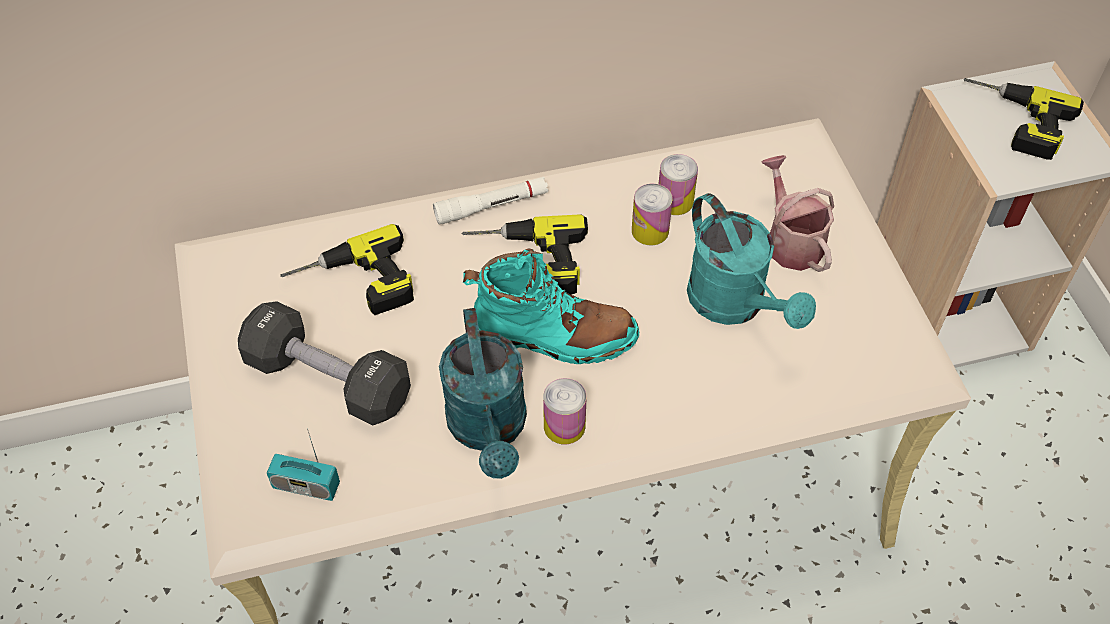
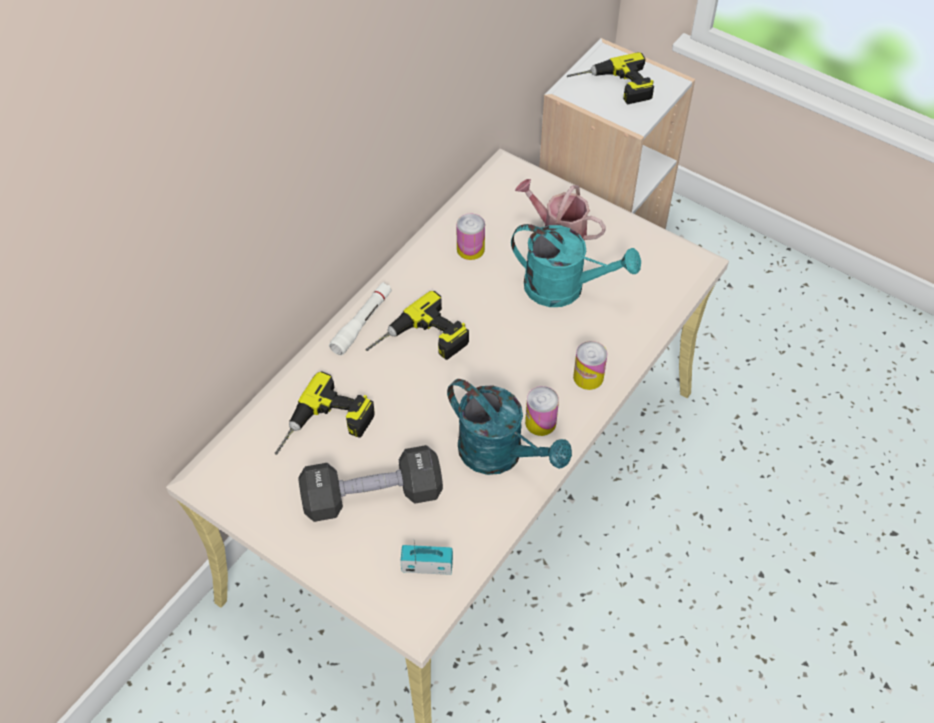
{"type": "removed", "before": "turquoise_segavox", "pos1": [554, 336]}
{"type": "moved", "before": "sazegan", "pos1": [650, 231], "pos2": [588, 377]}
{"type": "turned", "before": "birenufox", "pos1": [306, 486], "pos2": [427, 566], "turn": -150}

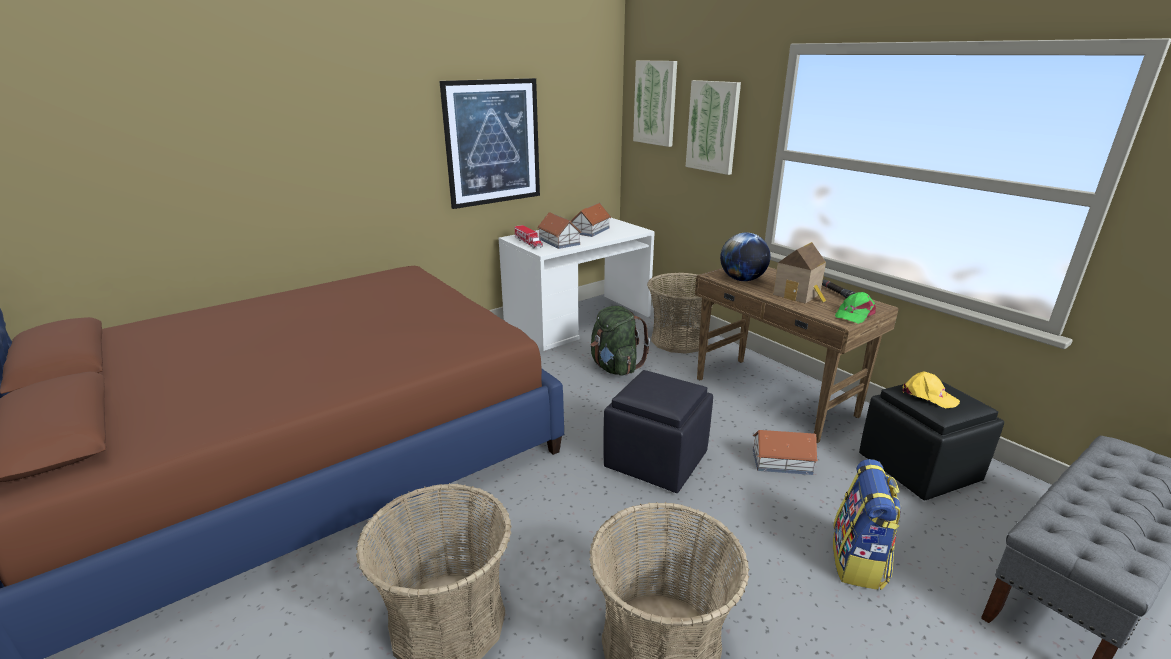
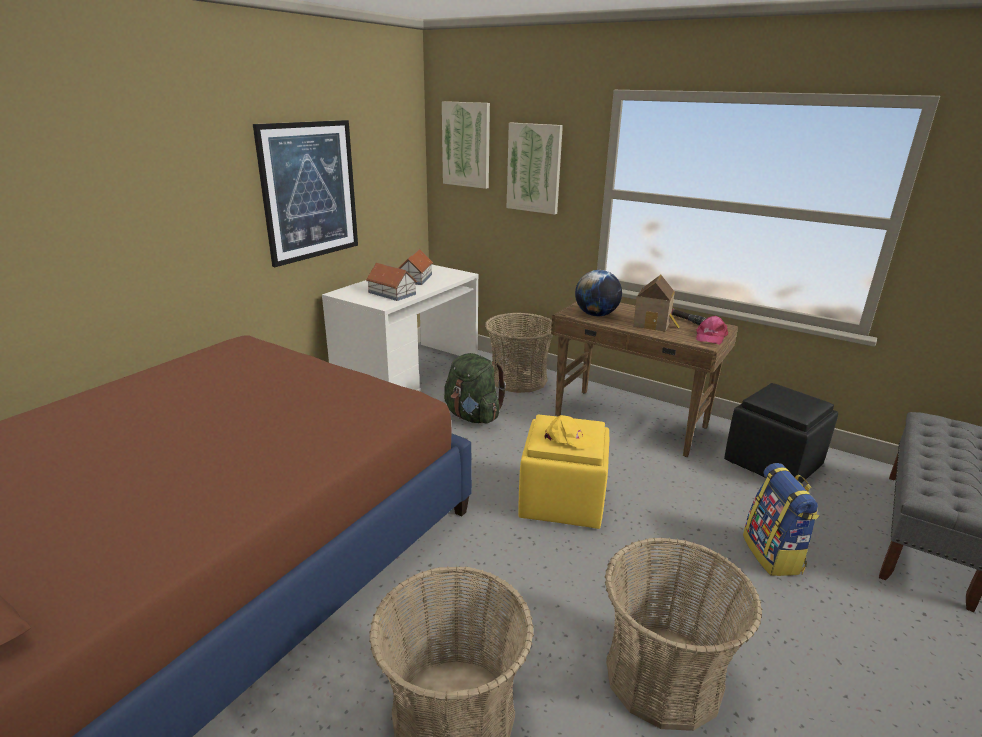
{"type": "removed", "before": "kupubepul", "pos1": [528, 243]}
{"type": "removed", "before": "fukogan", "pos1": [782, 462]}
{"type": "moved", "before": "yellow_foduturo", "pos1": [928, 396], "pos2": [568, 438]}
{"type": "recoloured", "before": "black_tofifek", "after": "yellow_tofifek", "pos1": [657, 460], "pos2": [563, 500]}
{"type": "recoloured", "before": "green_foduturo", "after": "pink_foduturo", "pos1": [854, 314], "pos2": [710, 336]}

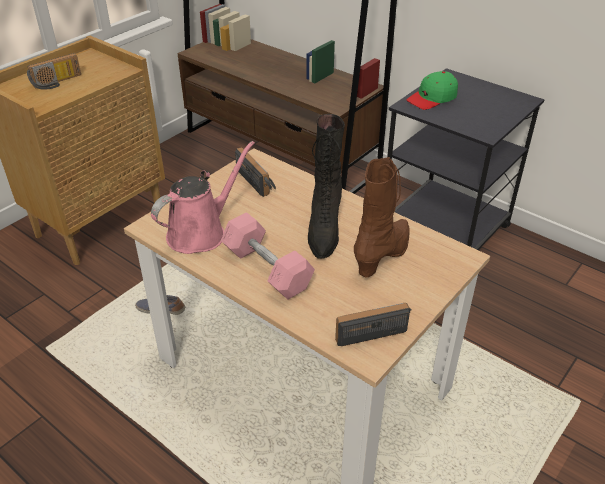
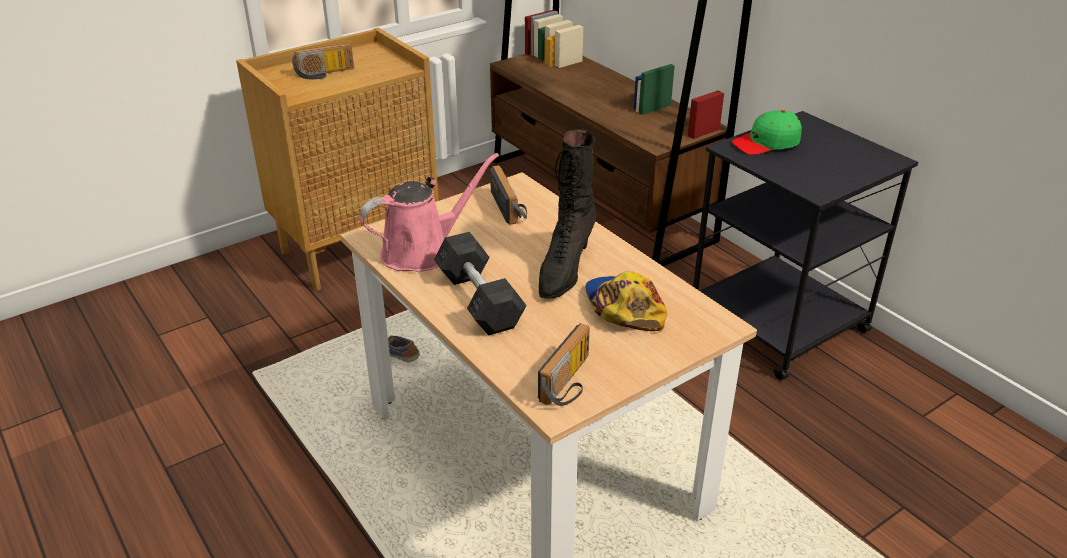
{"type": "replaced", "before": "brown_segavox", "after": "foduturo", "pos1": [384, 255], "pos2": [623, 307]}
{"type": "recoloured", "before": "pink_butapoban", "after": "grey_butapoban", "pos1": [267, 269], "pos2": [479, 300]}
{"type": "turned", "before": "birenufox", "pos1": [371, 330], "pos2": [570, 383], "turn": 120}

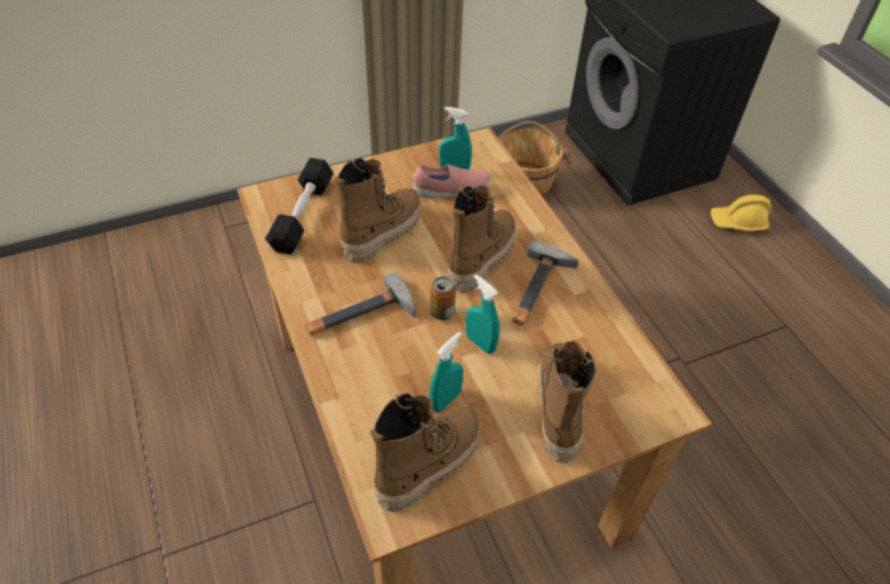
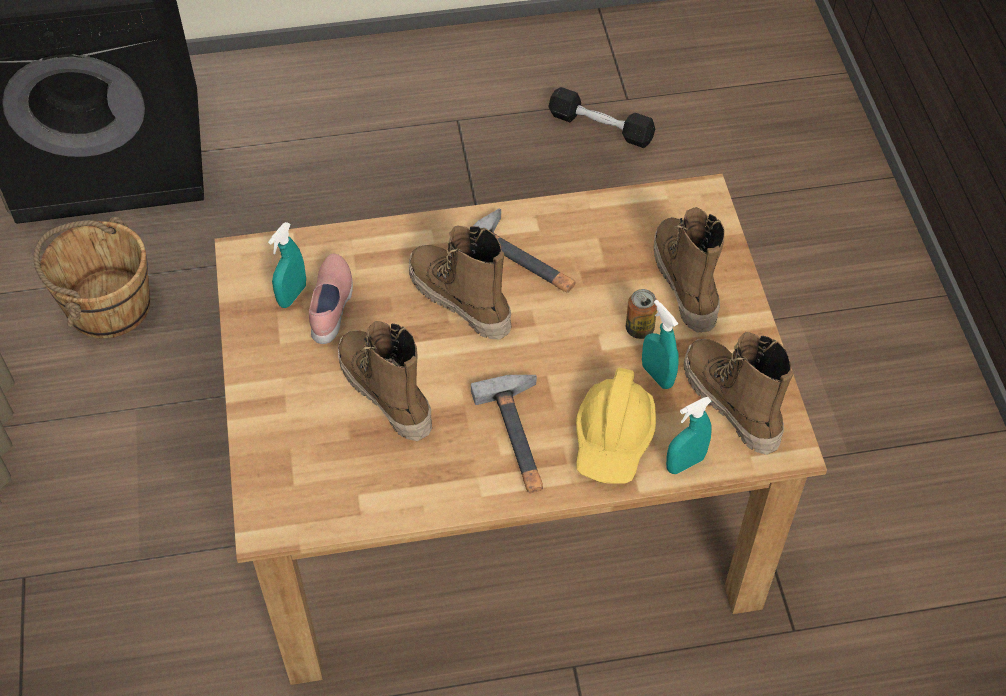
{"type": "moved", "before": "black_butapoban", "pos1": [302, 215], "pos2": [601, 127]}
{"type": "moved", "before": "sazegan", "pos1": [442, 312], "pos2": [639, 329]}
{"type": "moved", "before": "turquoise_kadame", "pos1": [480, 343], "pos2": [685, 463]}
{"type": "moved", "before": "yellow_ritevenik", "pos1": [738, 222], "pos2": [613, 438]}
{"type": "turned", "before": "segavox", "pos1": [558, 408], "pos2": [684, 283], "turn": 60}

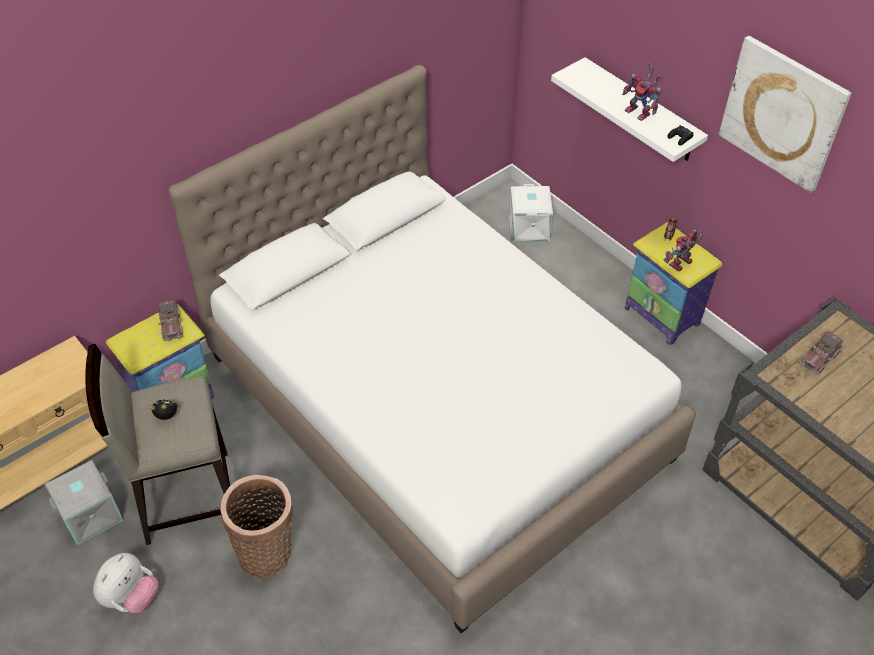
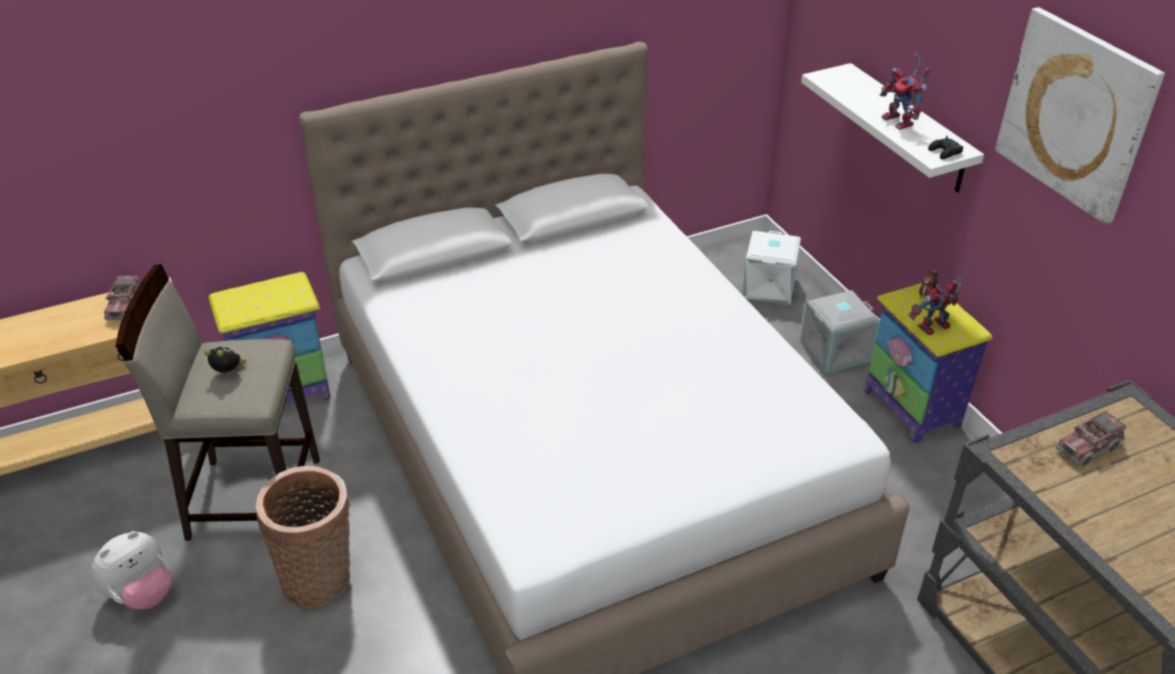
{"type": "moved", "before": "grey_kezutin", "pos1": [91, 513], "pos2": [835, 350]}
{"type": "moved", "before": "kupubepul", "pos1": [171, 325], "pos2": [126, 306]}

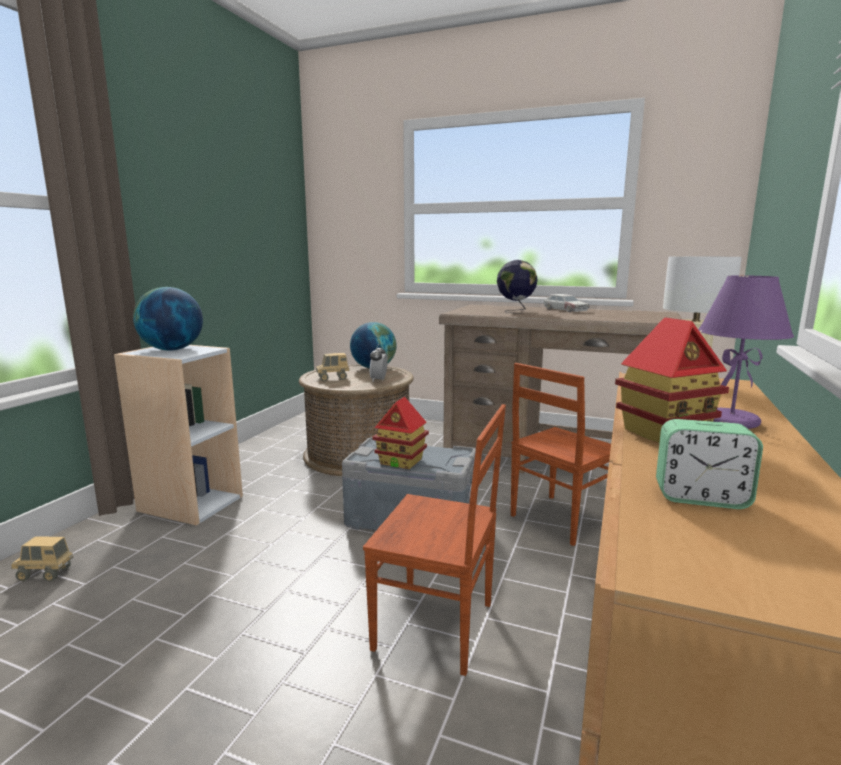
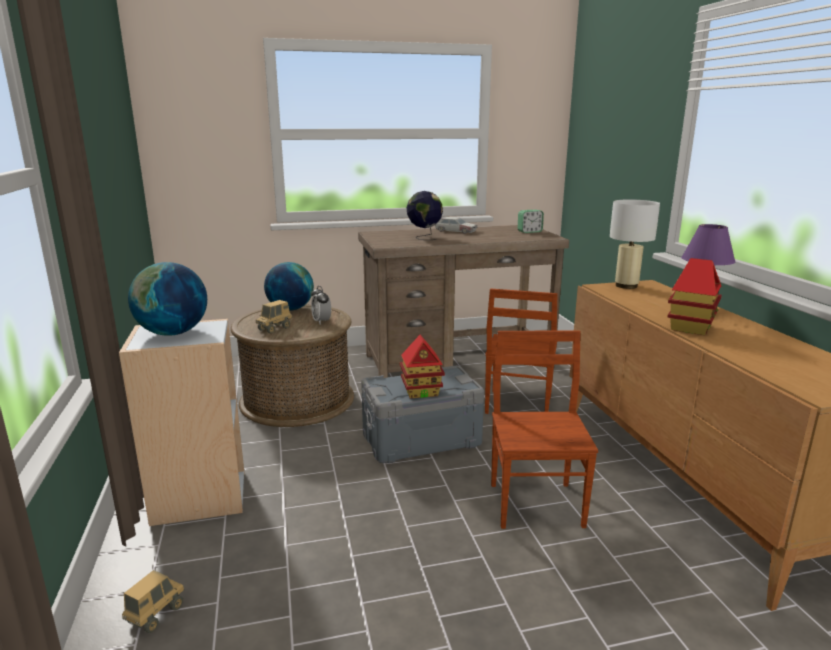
{"type": "moved", "before": "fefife", "pos1": [701, 498], "pos2": [529, 231]}
{"type": "turned", "before": "kupubepul", "pos1": [45, 574], "pos2": [156, 615], "turn": 150}
{"type": "turned", "before": "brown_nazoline", "pos1": [435, 627], "pos2": [537, 504], "turn": -75}

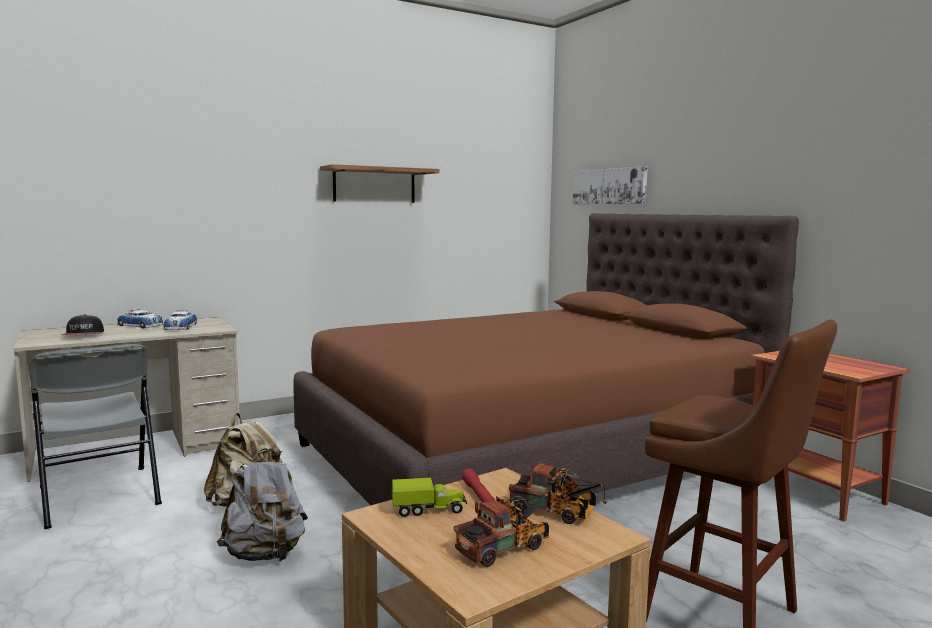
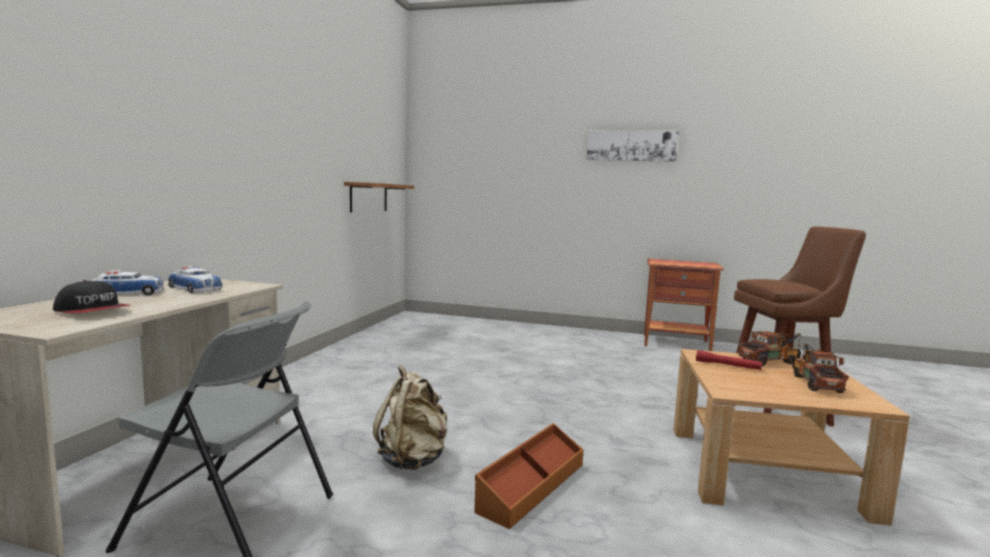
{"type": "removed", "before": "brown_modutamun", "pos1": [532, 453]}
{"type": "removed", "before": "kupubepul", "pos1": [429, 510]}
{"type": "moved", "before": "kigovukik", "pos1": [374, 185], "pos2": [369, 197]}
{"type": "moved", "before": "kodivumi", "pos1": [609, 186], "pos2": [631, 145]}
{"type": "replaced", "before": "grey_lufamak", "after": "brown_kezutin", "pos1": [265, 555], "pos2": [531, 486]}

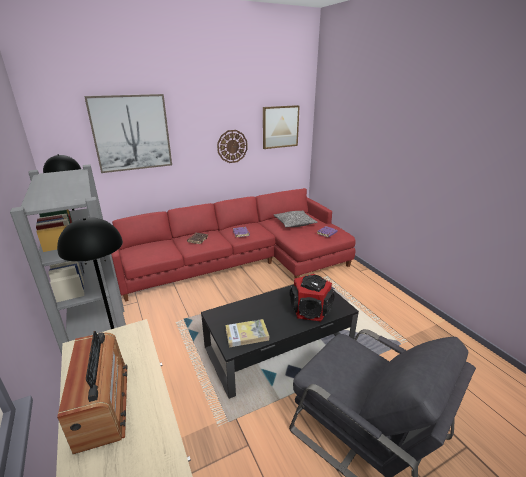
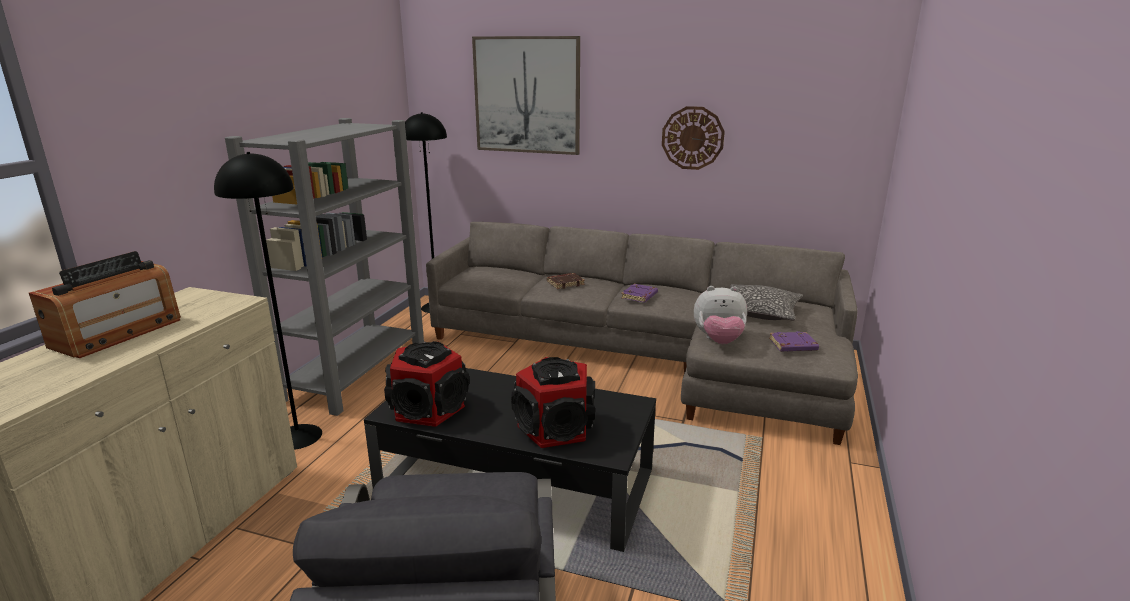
{"type": "removed", "before": "kodivumi", "pos1": [280, 127]}
{"type": "added", "after": "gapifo", "pos2": [718, 341]}
{"type": "replaced", "before": "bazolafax", "after": "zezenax", "pos1": [246, 334], "pos2": [428, 409]}
{"type": "recoloured", "before": "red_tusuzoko", "after": "grey_tusuzoko", "pos1": [243, 261], "pos2": [649, 356]}

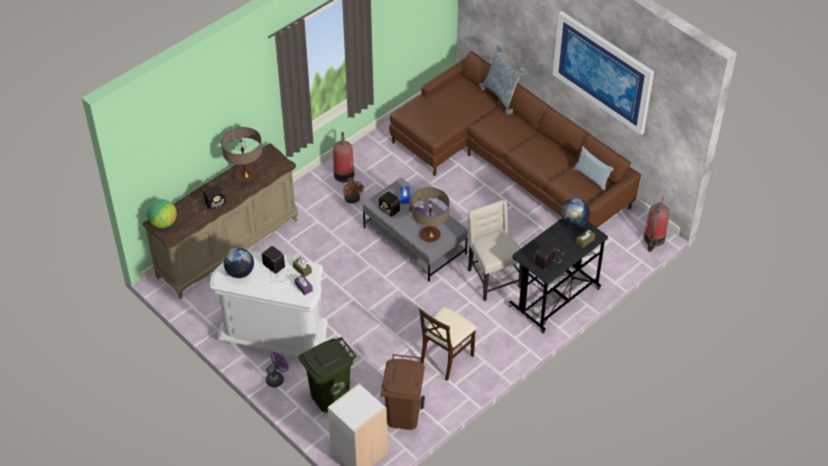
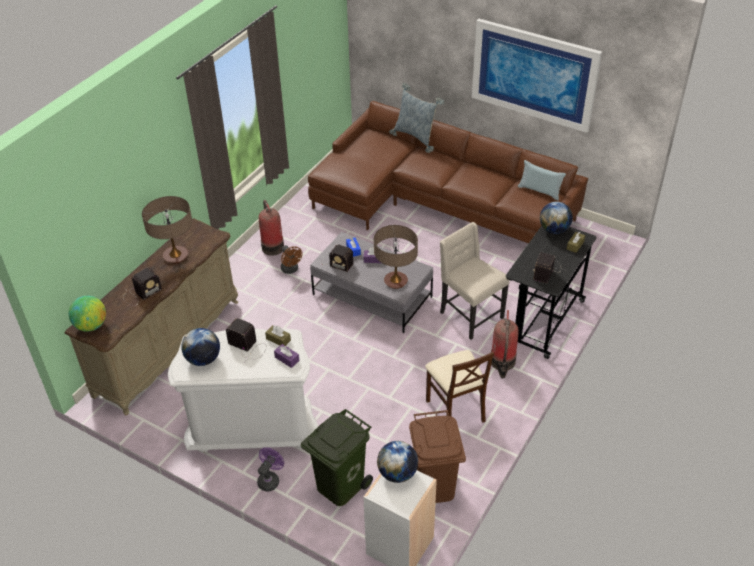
{"type": "added", "after": "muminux", "pos2": [397, 473]}
{"type": "moved", "before": "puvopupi", "pos1": [653, 239], "pos2": [502, 363]}
{"type": "turned", "before": "beige_nazoline", "pos1": [446, 358], "pos2": [456, 409], "turn": -45}

